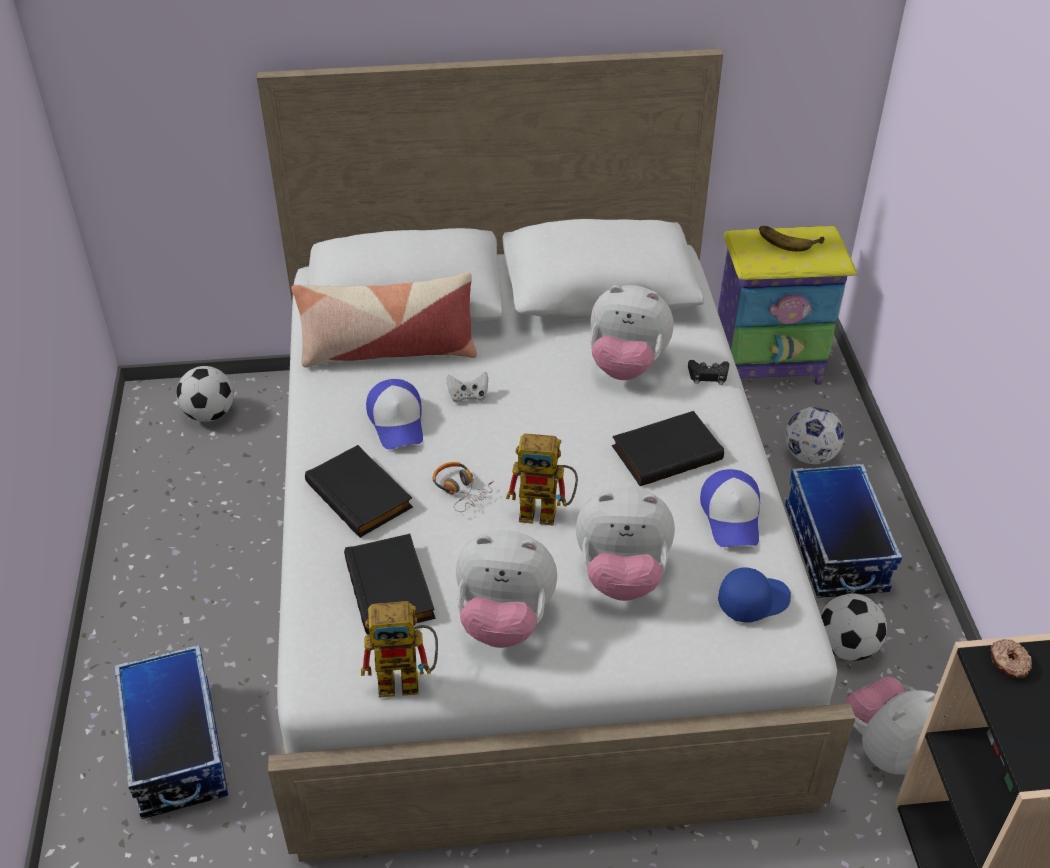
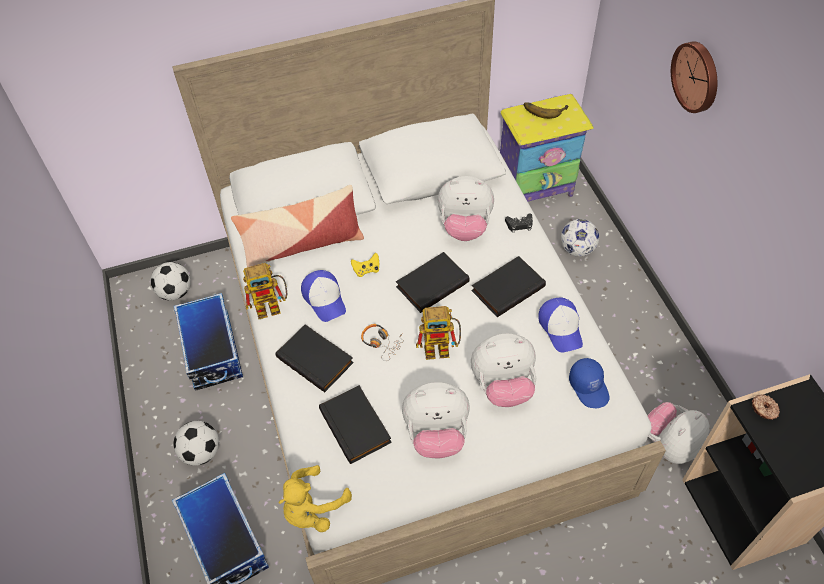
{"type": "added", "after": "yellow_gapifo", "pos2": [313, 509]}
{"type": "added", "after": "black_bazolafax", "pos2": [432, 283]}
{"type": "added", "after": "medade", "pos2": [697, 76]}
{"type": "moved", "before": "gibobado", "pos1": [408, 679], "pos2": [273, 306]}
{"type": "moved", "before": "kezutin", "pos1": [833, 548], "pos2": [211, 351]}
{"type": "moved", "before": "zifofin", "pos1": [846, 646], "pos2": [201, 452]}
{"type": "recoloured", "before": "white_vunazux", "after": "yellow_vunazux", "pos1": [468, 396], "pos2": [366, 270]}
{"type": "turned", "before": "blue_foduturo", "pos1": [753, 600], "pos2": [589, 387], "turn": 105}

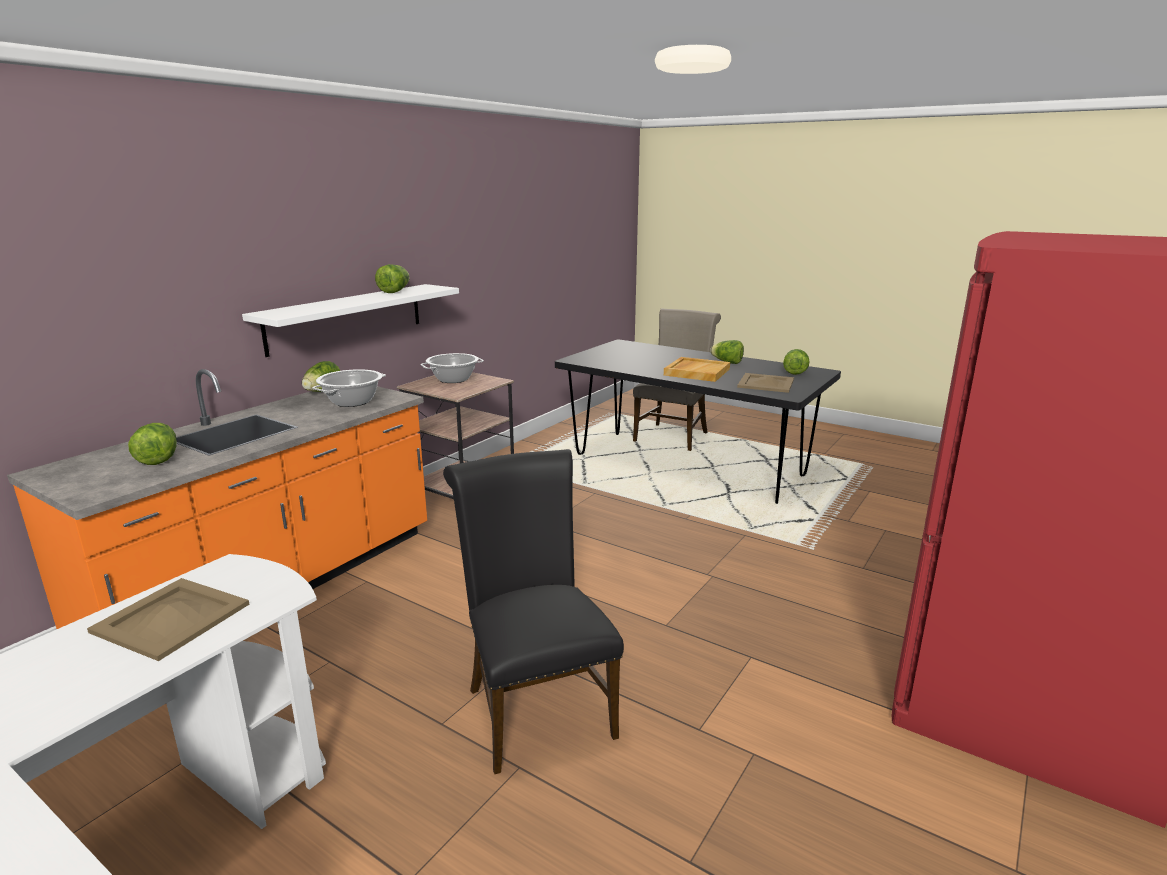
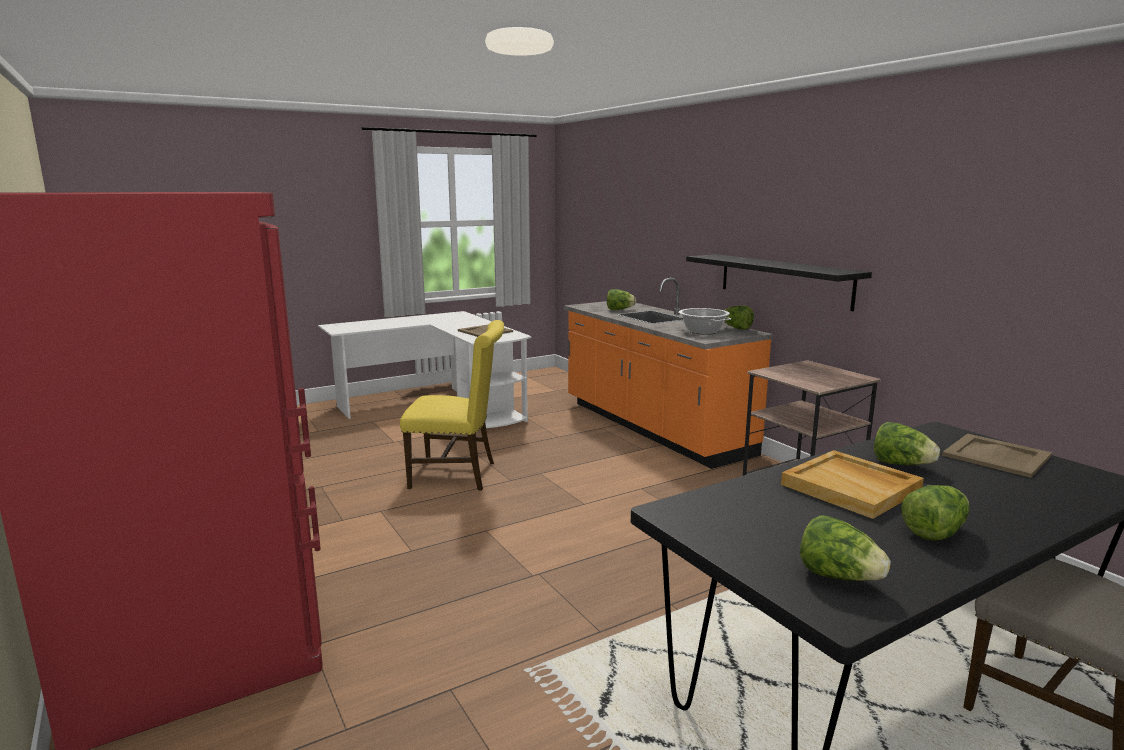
{"type": "removed", "before": "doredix", "pos1": [453, 379]}
{"type": "moved", "before": "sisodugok", "pos1": [395, 291], "pos2": [901, 464]}
{"type": "moved", "before": "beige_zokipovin", "pos1": [766, 383], "pos2": [995, 455]}
{"type": "recoloured", "before": "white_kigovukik", "after": "black_kigovukik", "pos1": [347, 318], "pos2": [783, 280]}
{"type": "recoloured", "before": "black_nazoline", "after": "yellow_nazoline", "pos1": [536, 706], "pos2": [459, 474]}

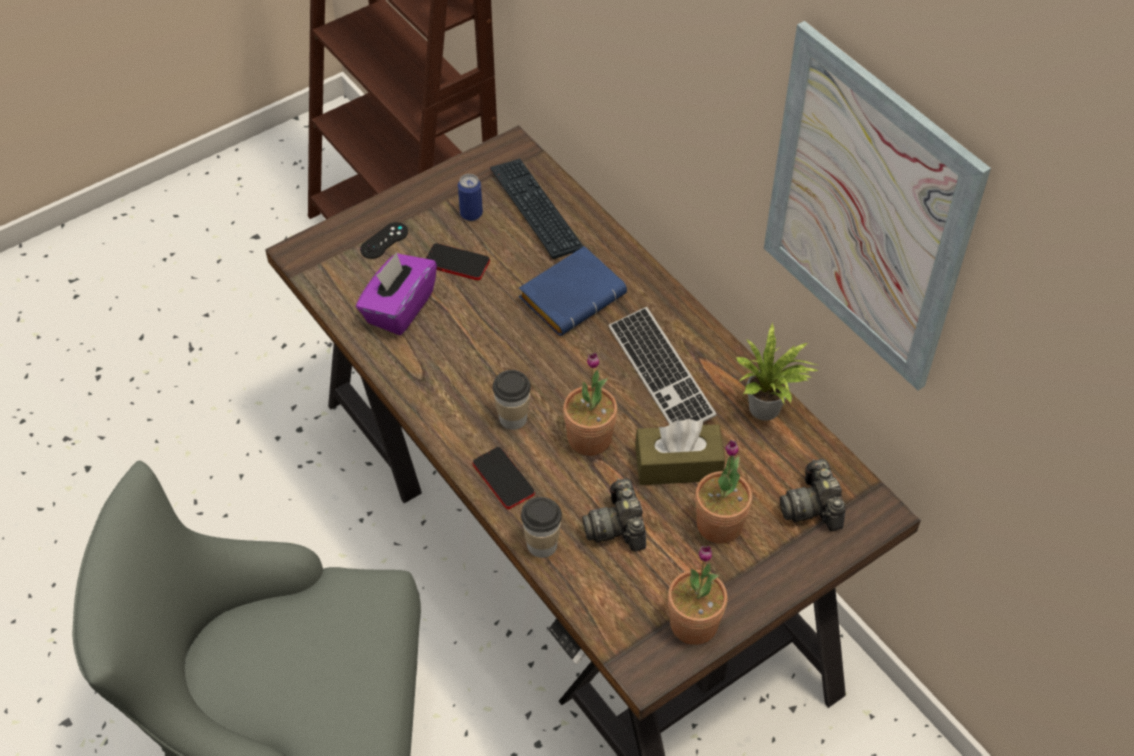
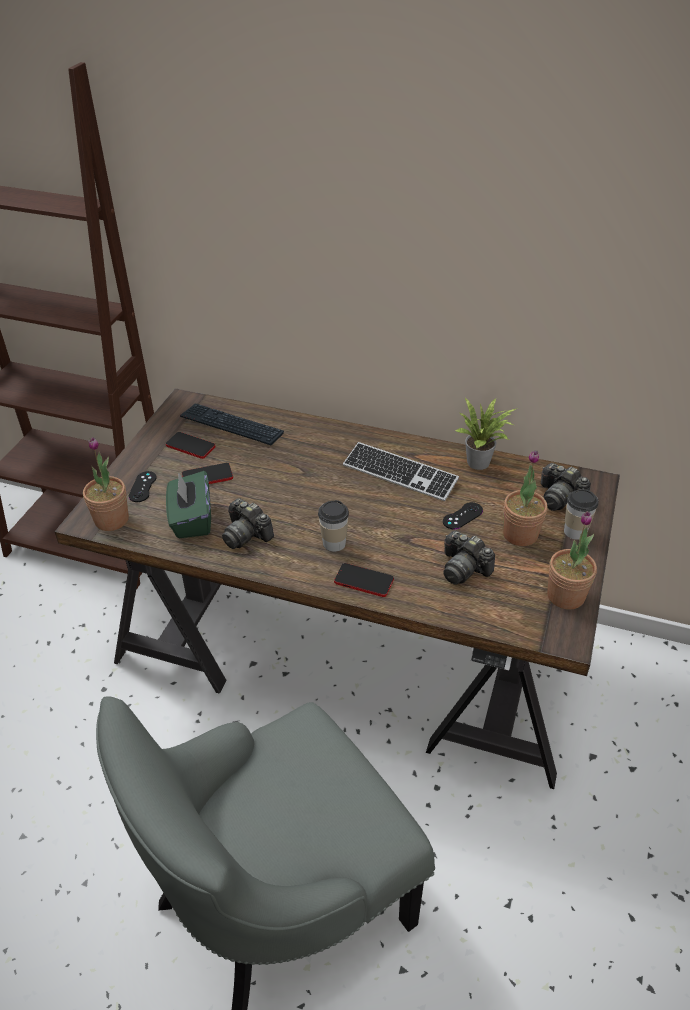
{"type": "removed", "before": "blue_bazolafax", "pos1": [572, 295]}
{"type": "removed", "before": "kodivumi", "pos1": [867, 211]}
{"type": "added", "after": "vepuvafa", "pos2": [246, 534]}
{"type": "moved", "before": "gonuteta", "pos1": [542, 545], "pos2": [575, 531]}
{"type": "moved", "before": "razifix", "pos1": [589, 438], "pos2": [111, 520]}
{"type": "replaced", "before": "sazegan", "after": "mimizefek", "pos1": [471, 214], "pos2": [190, 446]}
{"type": "replaced", "before": "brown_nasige", "after": "black_vunazux", "pos1": [678, 465], "pos2": [462, 516]}
{"type": "recoloured", "before": "purple_nasige", "after": "green_nasige", "pos1": [399, 308], "pos2": [191, 520]}

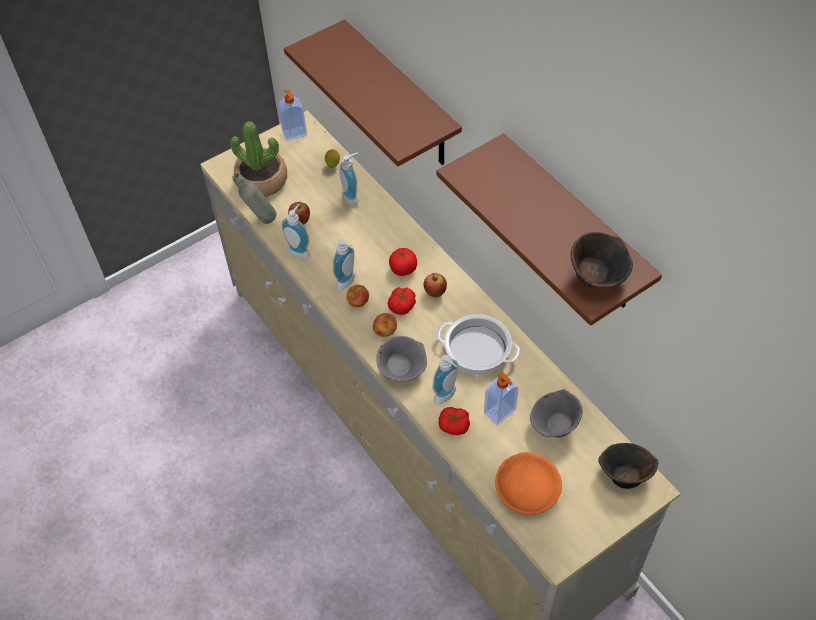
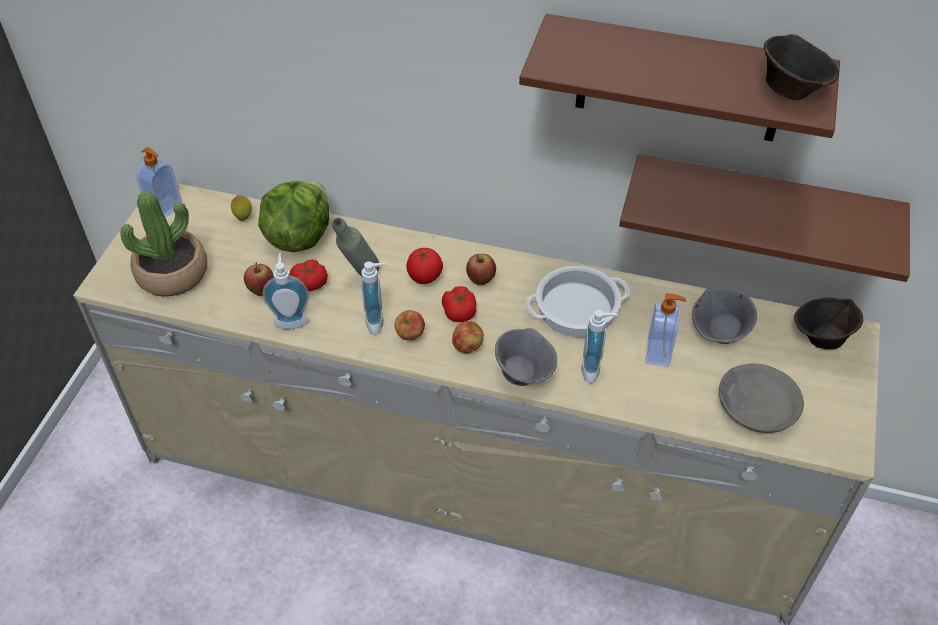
{"type": "moved", "before": "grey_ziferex", "pos1": [260, 220], "pos2": [359, 277]}
{"type": "moved", "before": "brown_kigovukik", "pos1": [401, 98], "pos2": [760, 213]}
{"type": "moved", "before": "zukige", "pos1": [454, 425], "pos2": [310, 283]}
{"type": "replaced", "before": "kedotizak", "after": "sisodugok", "pos1": [353, 197], "pos2": [298, 237]}
{"type": "recoloured", "before": "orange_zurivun", "after": "grey_zurivun", "pos1": [527, 488], "pos2": [755, 406]}

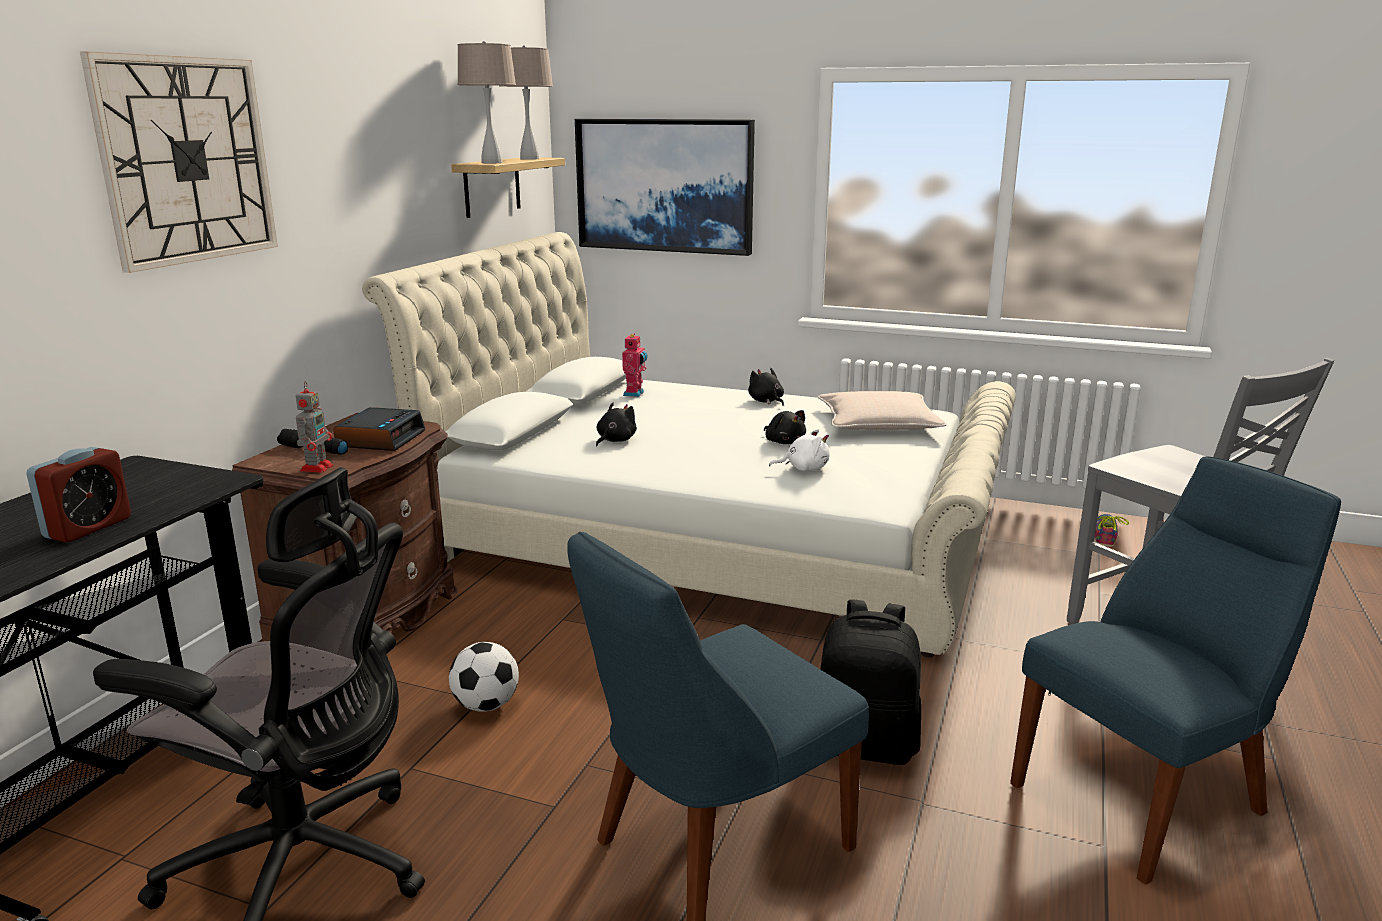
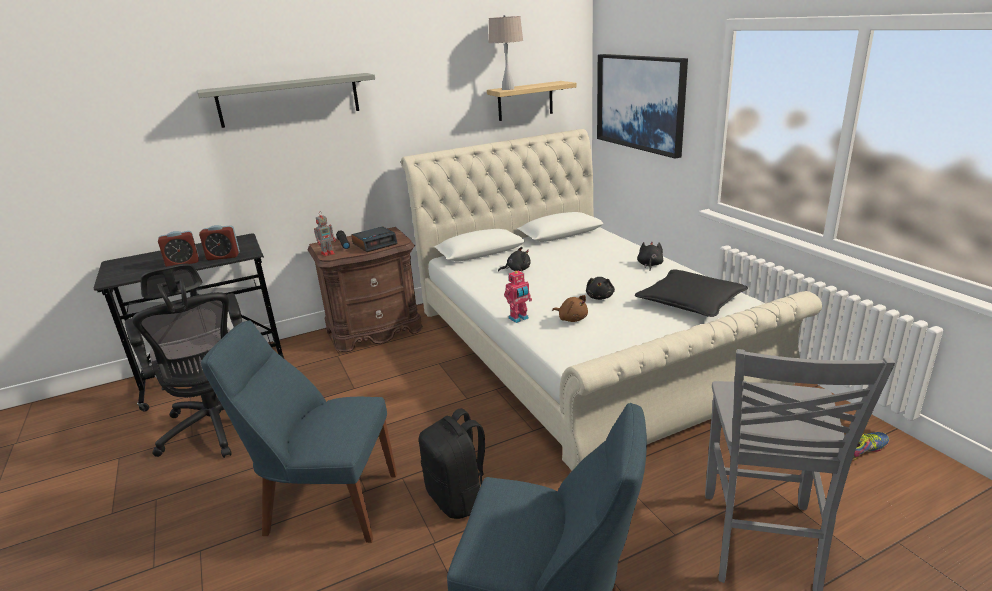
{"type": "removed", "before": "zifofin", "pos1": [486, 705]}
{"type": "removed", "before": "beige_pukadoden", "pos1": [529, 159]}
{"type": "added", "after": "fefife", "pos2": [223, 256]}
{"type": "moved", "before": "gibobado", "pos1": [635, 394], "pos2": [519, 318]}
{"type": "replaced", "before": "medade", "after": "grey_kigovukik", "pos1": [187, 160], "pos2": [289, 100]}
{"type": "recoloured", "before": "white_gapifo", "after": "brown_gapifo", "pos1": [803, 469], "pos2": [571, 319]}
{"type": "recoloured", "before": "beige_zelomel", "after": "black_zelomel", "pos1": [878, 423], "pos2": [690, 300]}

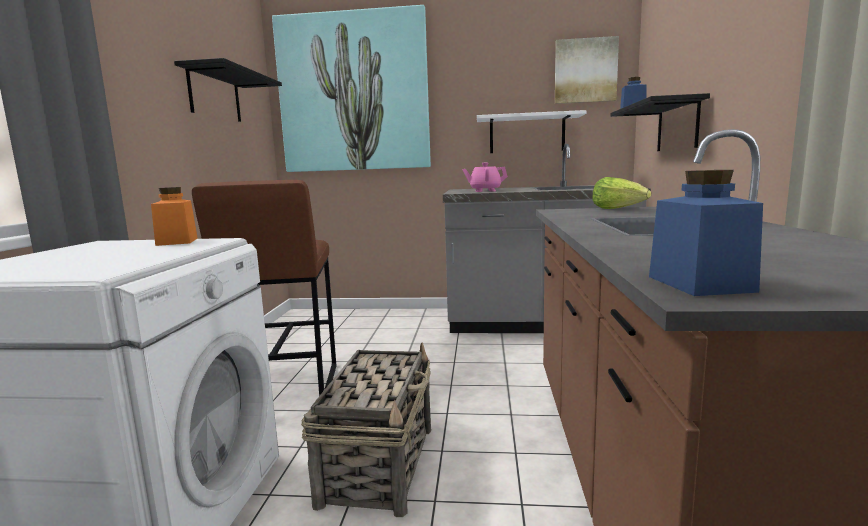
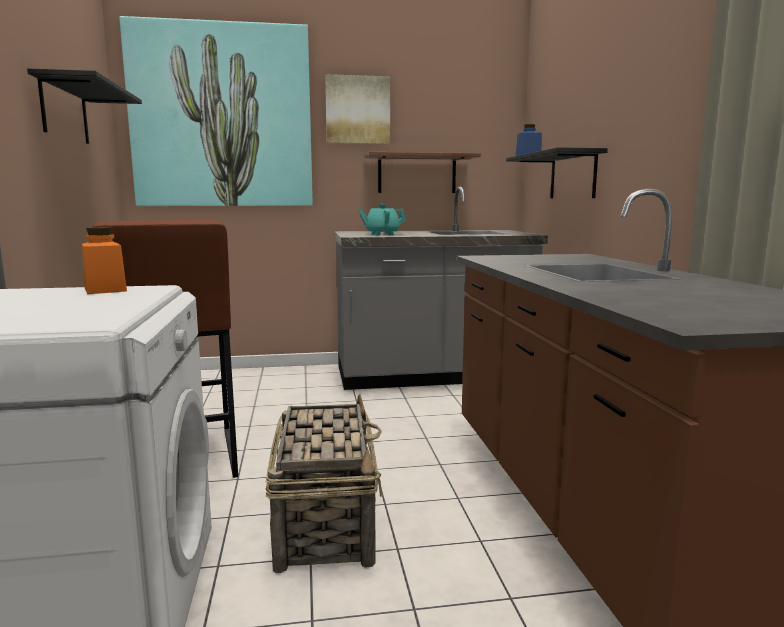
{"type": "removed", "before": "sisodugok", "pos1": [618, 209]}
{"type": "removed", "before": "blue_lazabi", "pos1": [699, 284]}
{"type": "moved", "before": "kodivumi", "pos1": [585, 71], "pos2": [357, 110]}
{"type": "recoloured", "before": "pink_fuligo", "after": "turquoise_fuligo", "pos1": [485, 191], "pos2": [382, 234]}
{"type": "recoloured", "before": "white_kigovukik", "after": "brown_kigovukik", "pos1": [527, 134], "pos2": [417, 174]}

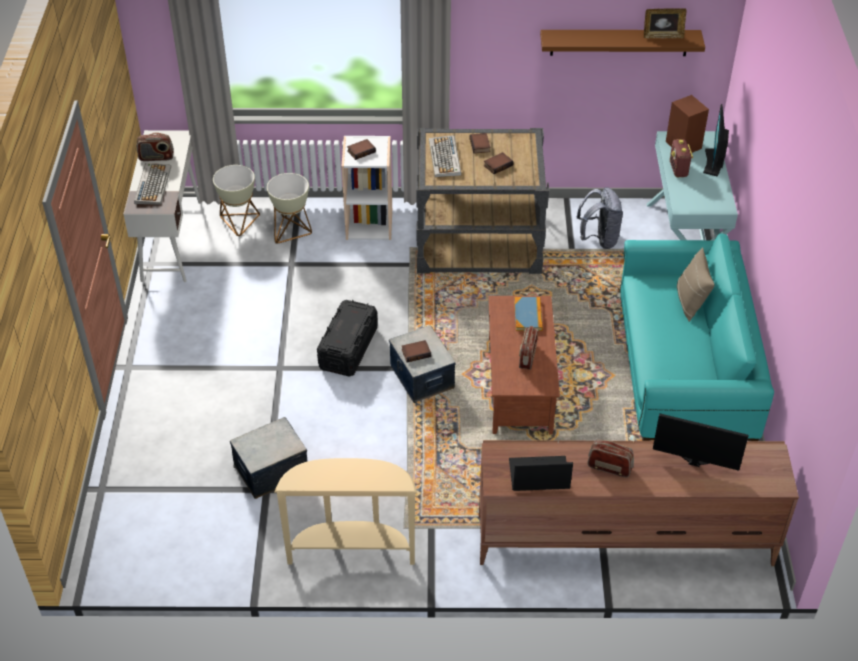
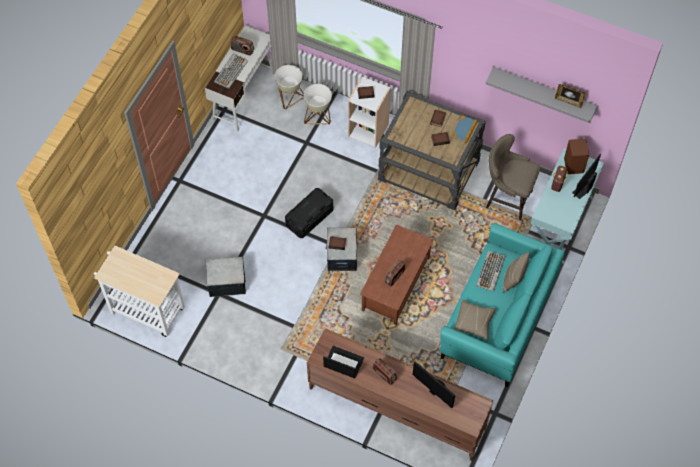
{"type": "removed", "before": "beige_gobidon", "pos1": [351, 550]}
{"type": "added", "after": "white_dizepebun", "pos2": [146, 311]}
{"type": "added", "after": "beige_zelomel", "pos2": [474, 322]}
{"type": "moved", "before": "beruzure", "pos1": [445, 158], "pos2": [490, 272]}
{"type": "moved", "before": "bazolafax", "pos1": [528, 315], "pos2": [464, 130]}
{"type": "replaced", "before": "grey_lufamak", "after": "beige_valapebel", "pos1": [599, 239], "pos2": [506, 198]}
{"type": "recoloured", "before": "brown_kigovukik", "after": "grey_kigovukik", "pos1": [619, 42], "pos2": [543, 91]}

